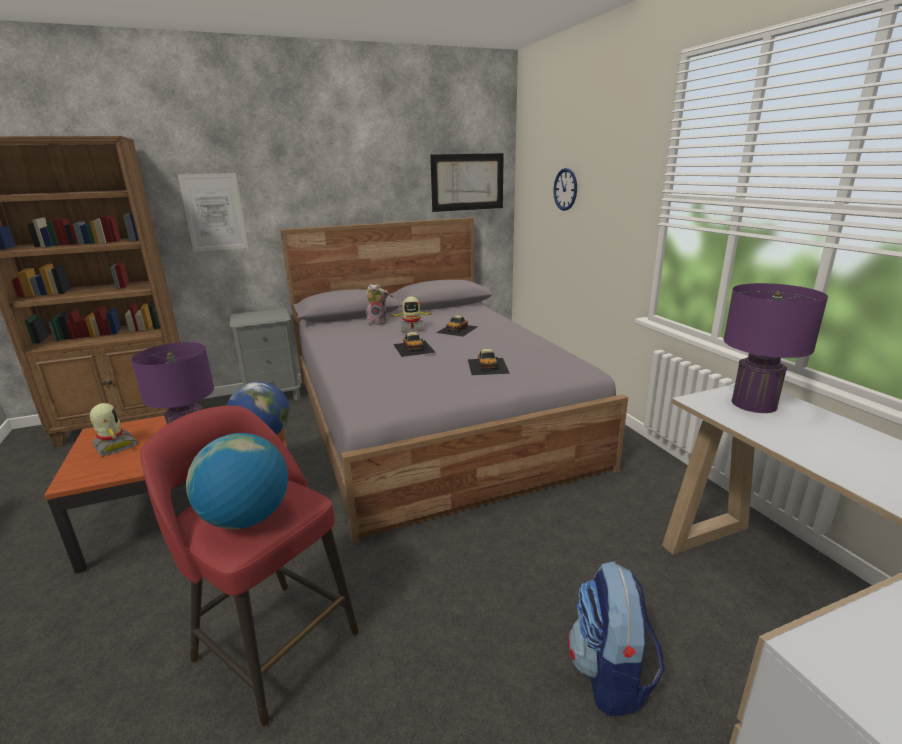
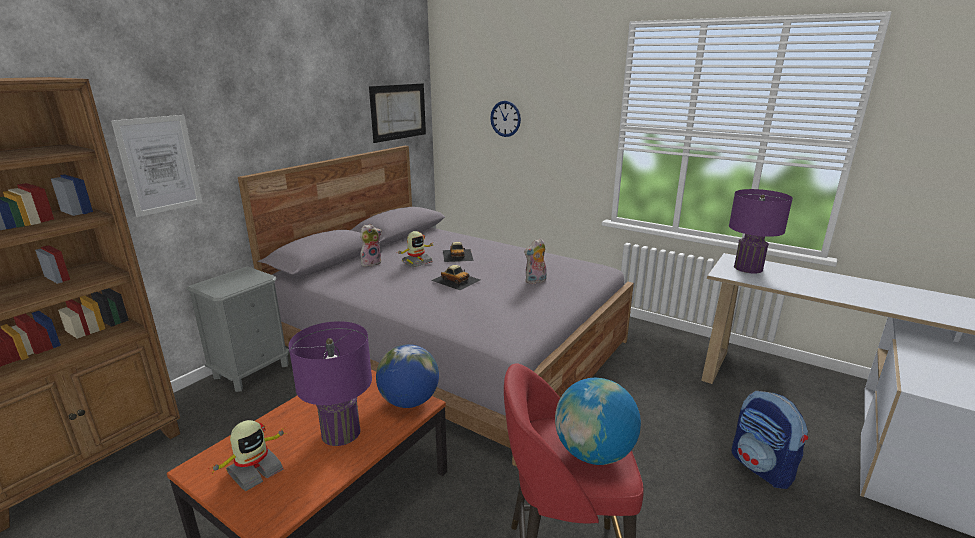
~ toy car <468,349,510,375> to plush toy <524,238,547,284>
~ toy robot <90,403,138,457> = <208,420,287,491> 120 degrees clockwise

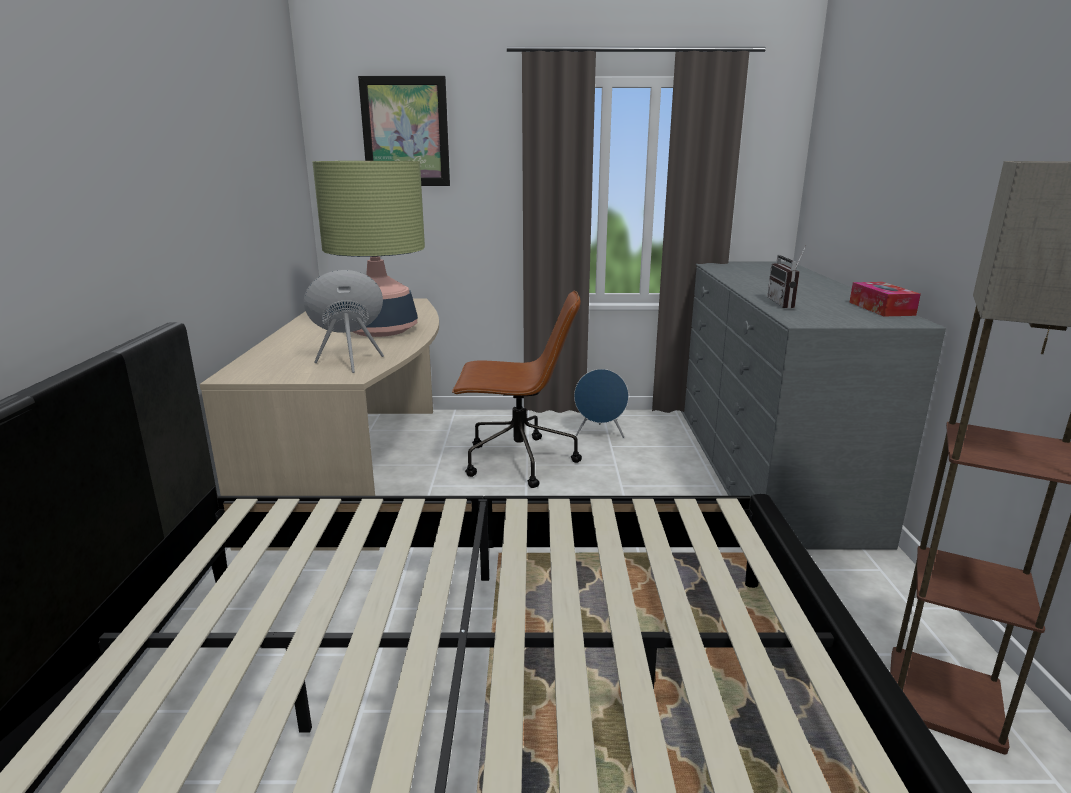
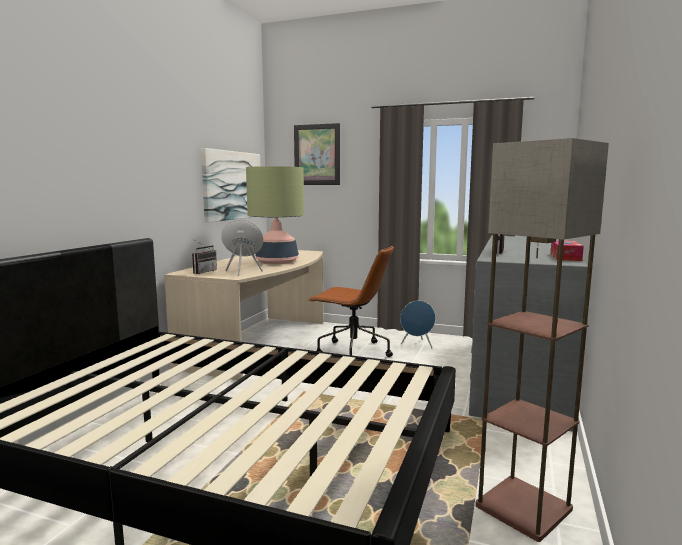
+ picture <201,148,260,223>
+ radio <192,241,217,274>

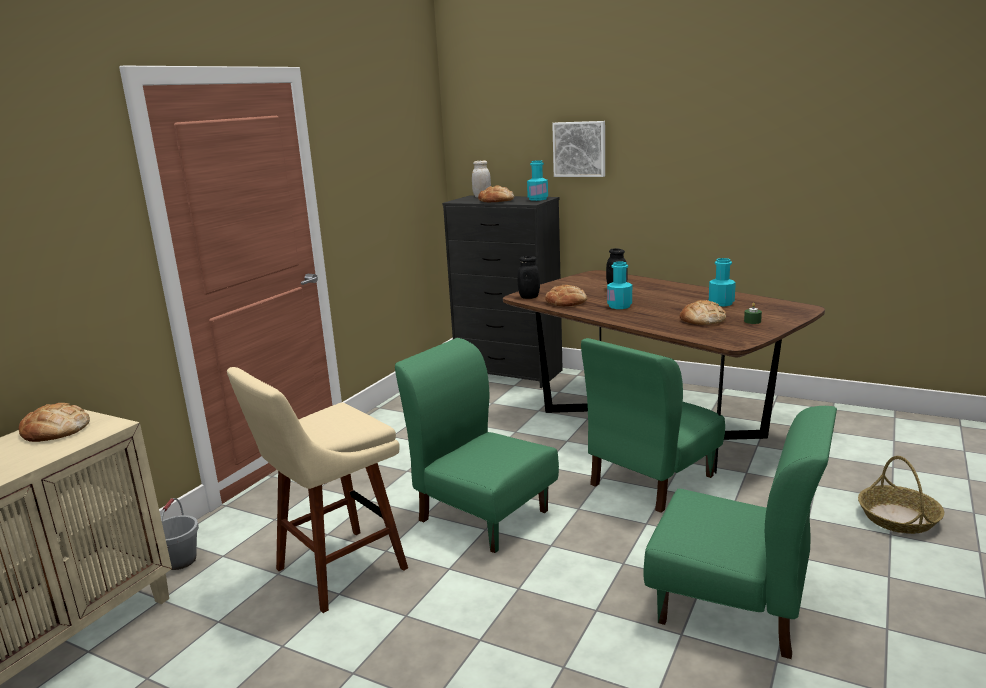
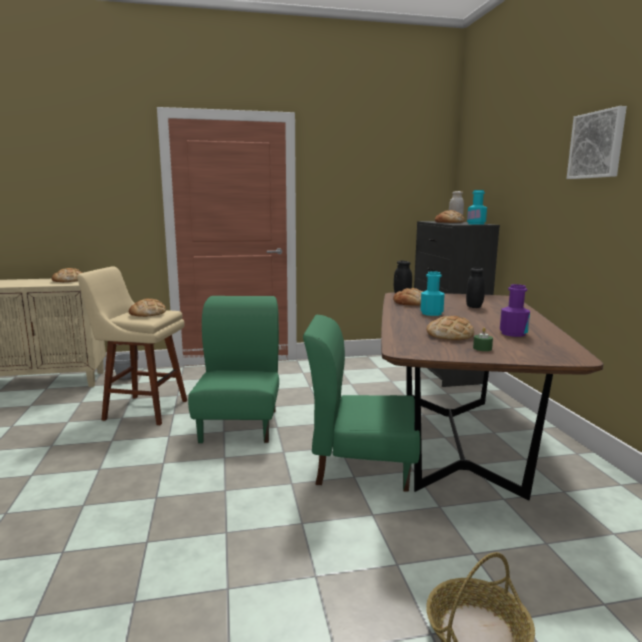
~ picture <552,121,605,177> to <566,106,627,179>
~ bottle/turquoise <709,258,736,306> to bottle/purple <500,284,530,337>
- chair/green <643,406,837,659>
+ bread <129,298,166,317>

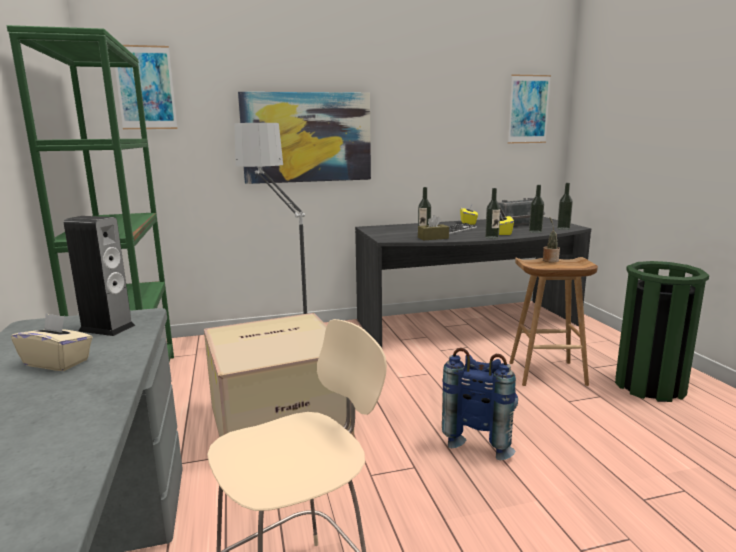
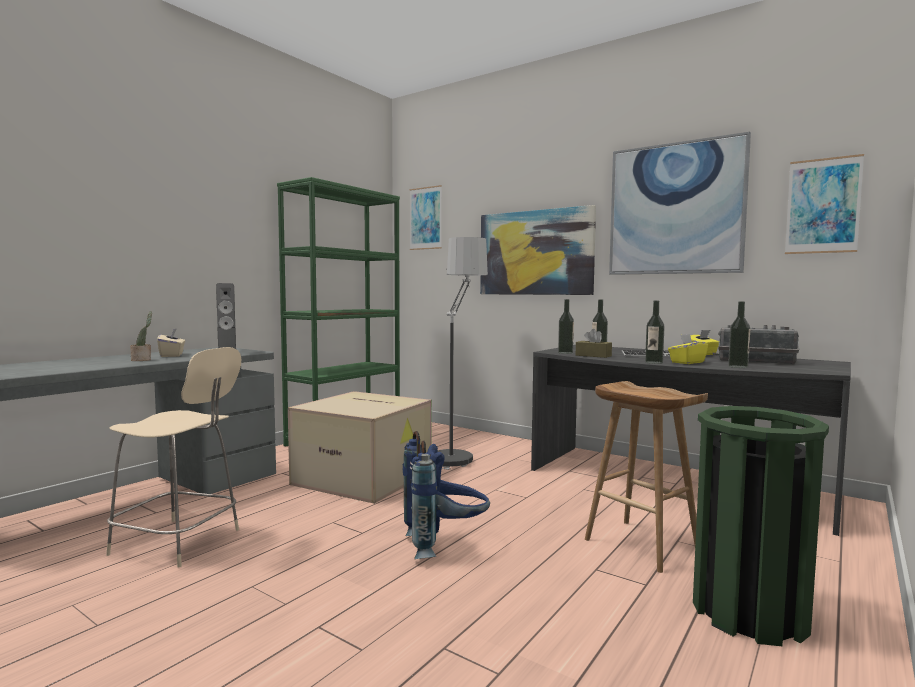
~ bottle <557,183,573,230> to <558,299,574,354>
~ potted plant <543,217,560,262> to <130,311,152,361>
+ picture <609,132,751,275>

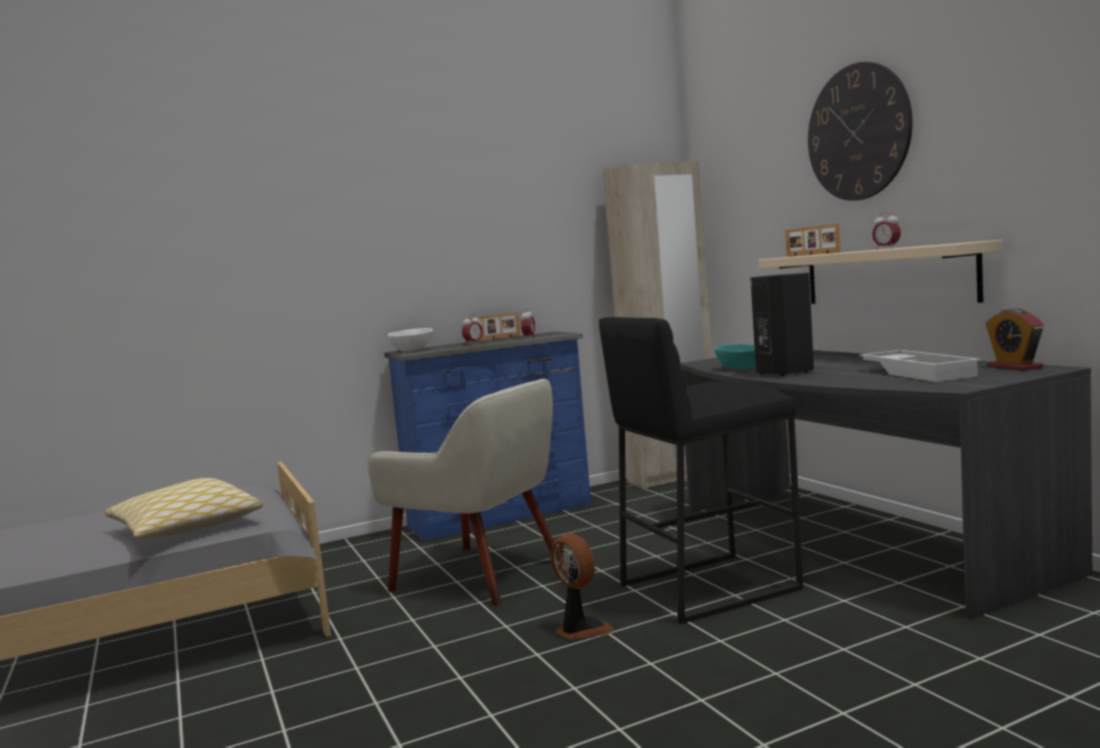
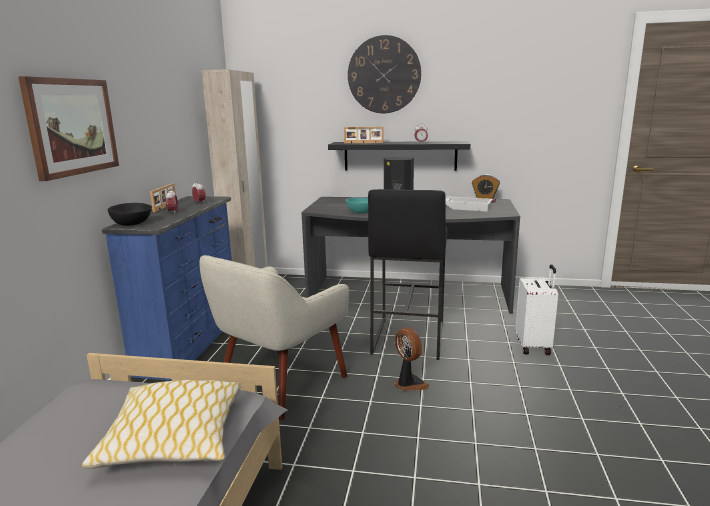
~ shelf/beige <758,240,1003,304> to shelf/black <328,141,470,171>
~ bowl/white <388,328,433,351> to bowl/black <108,203,152,226>
~ armchair/beige <368,379,554,606> = <199,255,349,420> 150 degrees clockwise
~ fan <550,533,614,639> = <394,327,430,391> 60 degrees clockwise
+ picture <18,76,119,181>
+ suitcase/white <516,264,558,355>

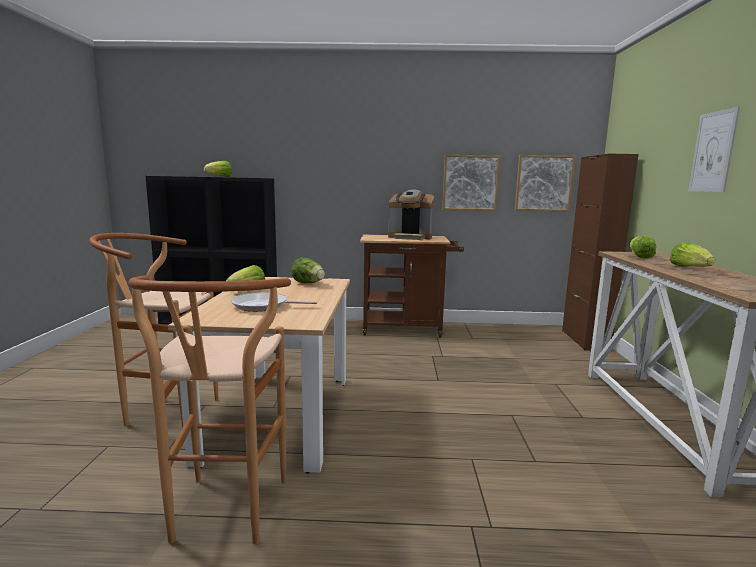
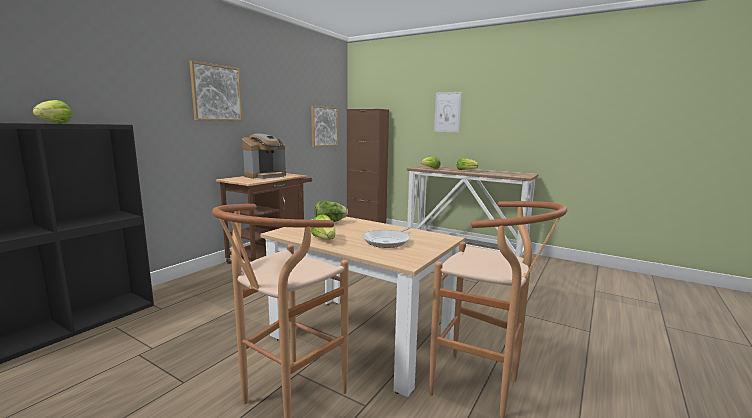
~ picture <442,155,500,211> to <189,61,243,121>

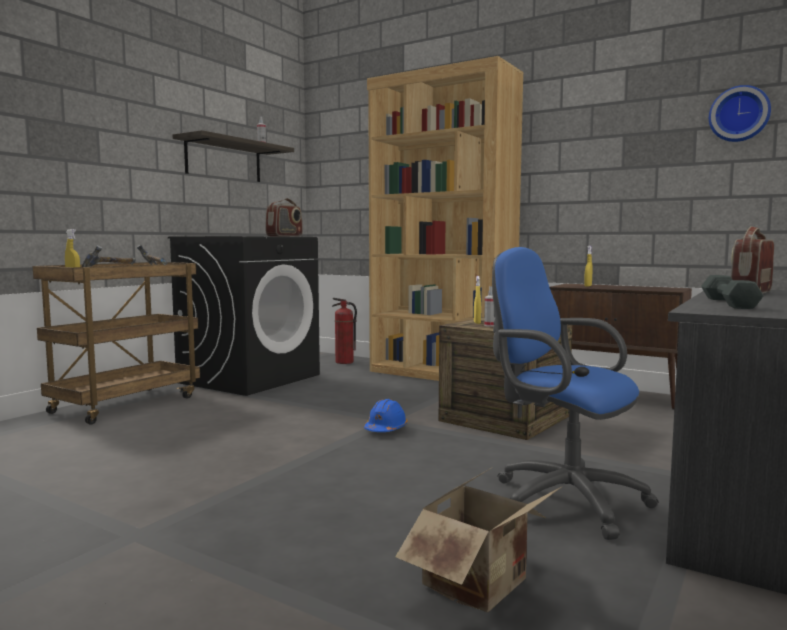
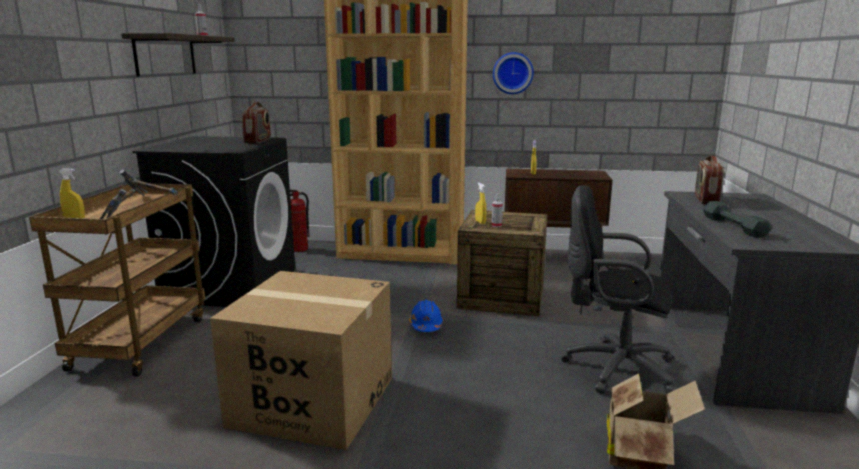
~ wall clock <709,85,771,142> to <493,52,534,94>
~ office chair/blue <492,247,659,540> to office chair/black <561,185,678,394>
+ cardboard box <210,271,392,450>

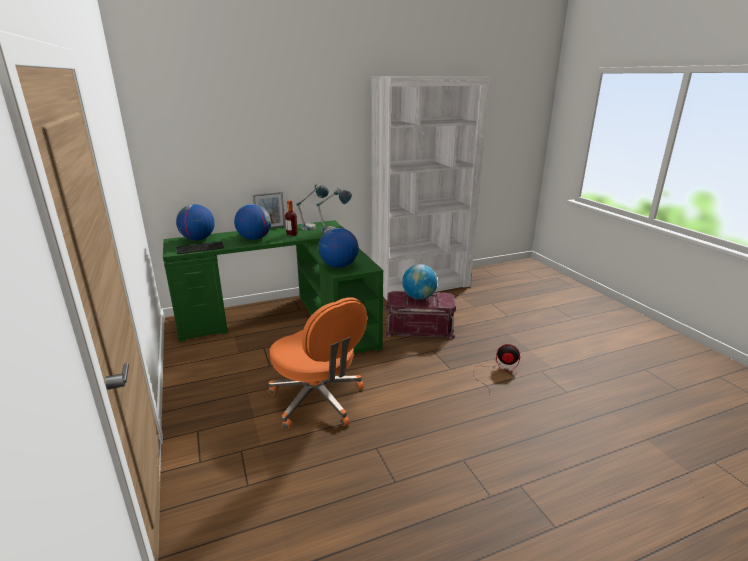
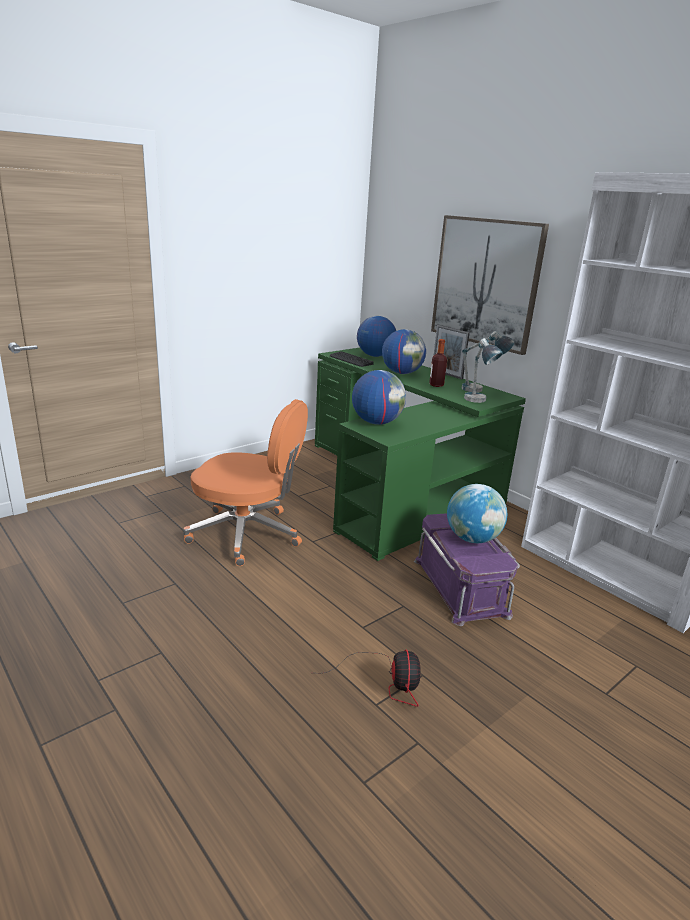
~ storage box/red <385,291,456,340> to storage box/purple <414,513,520,626>
~ office chair/orange <268,297,367,429> = <183,399,308,566> 105 degrees counterclockwise
+ picture <431,215,549,355>

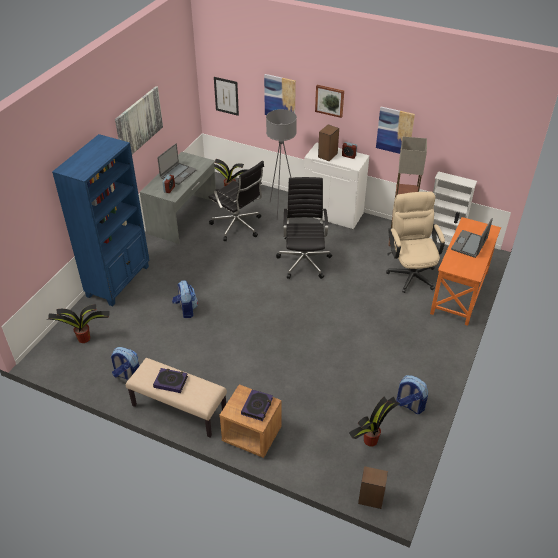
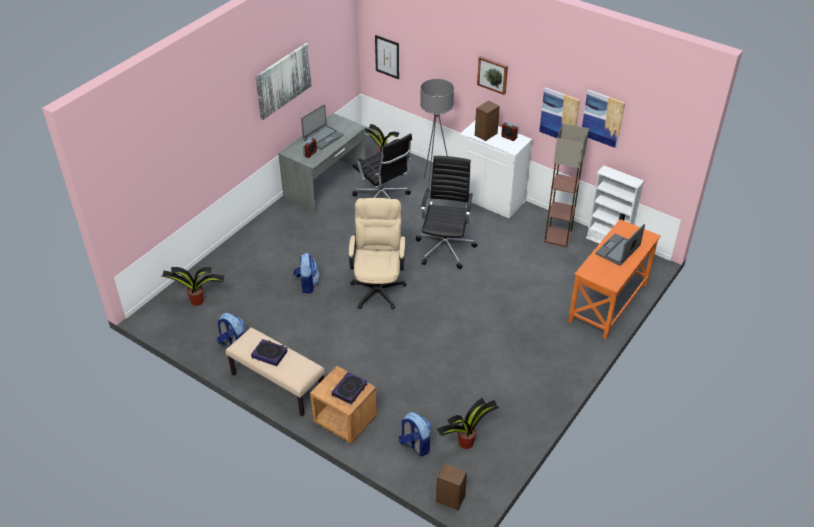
~ picture <264,74,296,115> to <582,90,625,148>
- bookcase/blue <52,134,149,306>
~ office chair/beige <386,192,445,293> to <349,198,407,310>
~ backpack <396,375,428,414> to <399,412,431,456>

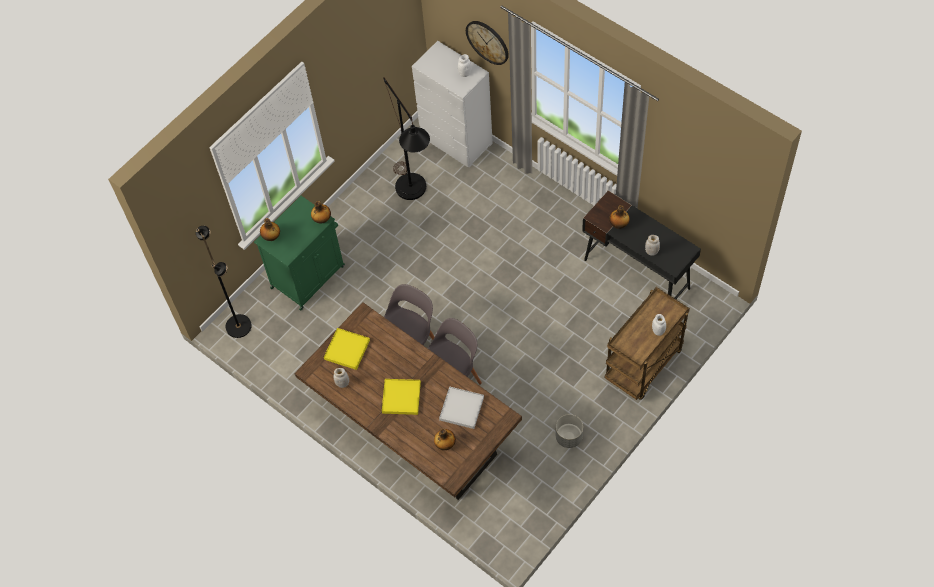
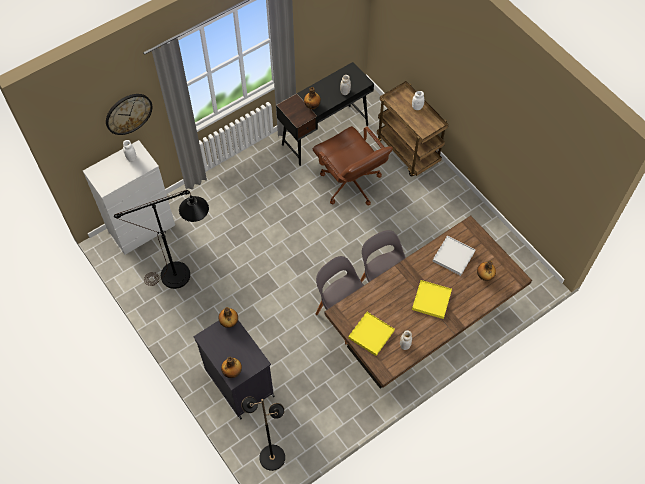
~ cabinet/green <254,196,345,311> to cabinet/black <193,320,275,419>
- planter/grey <556,414,583,448>
+ office chair/brown <313,126,393,205>

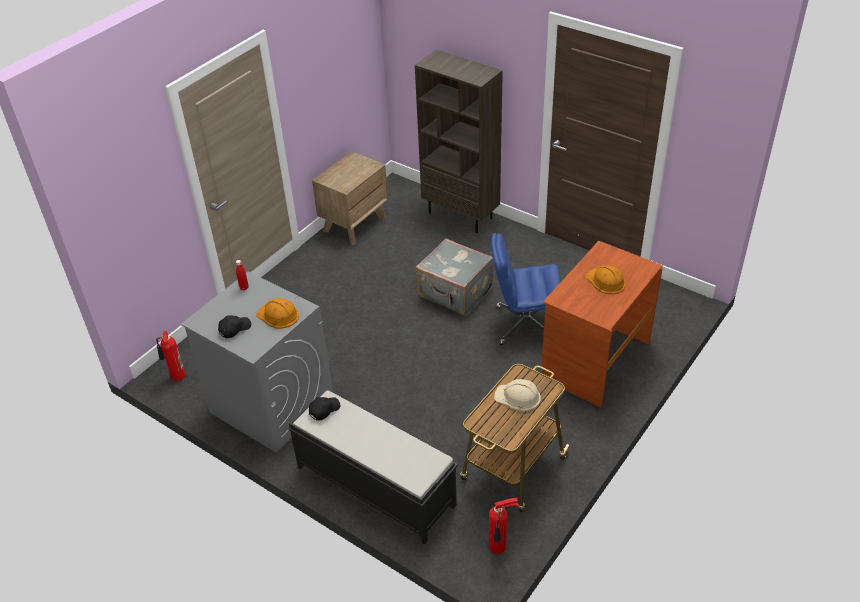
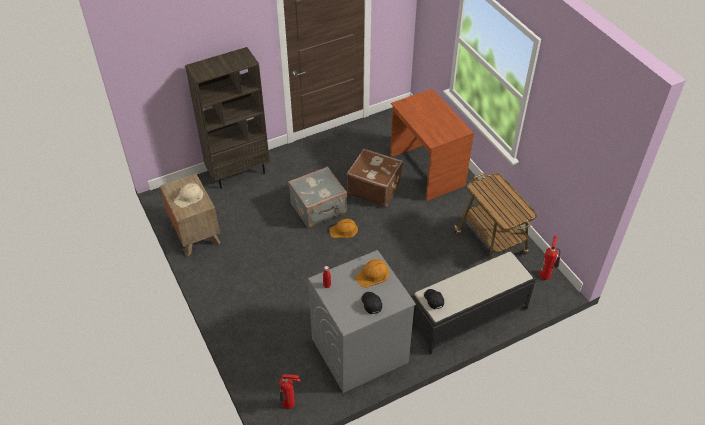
~ office chair/blue <491,233,560,345> to suitcase/brown <347,148,403,207>
~ hard hat/orange <585,265,626,294> to <329,218,358,238>
~ hard hat/beige <494,379,541,412> to <174,183,203,208>

